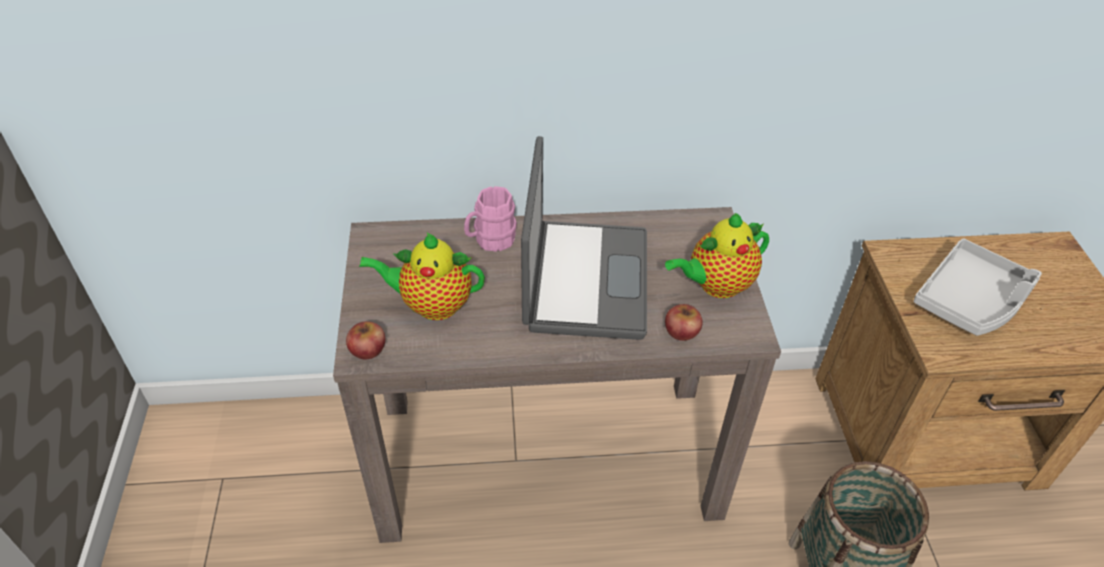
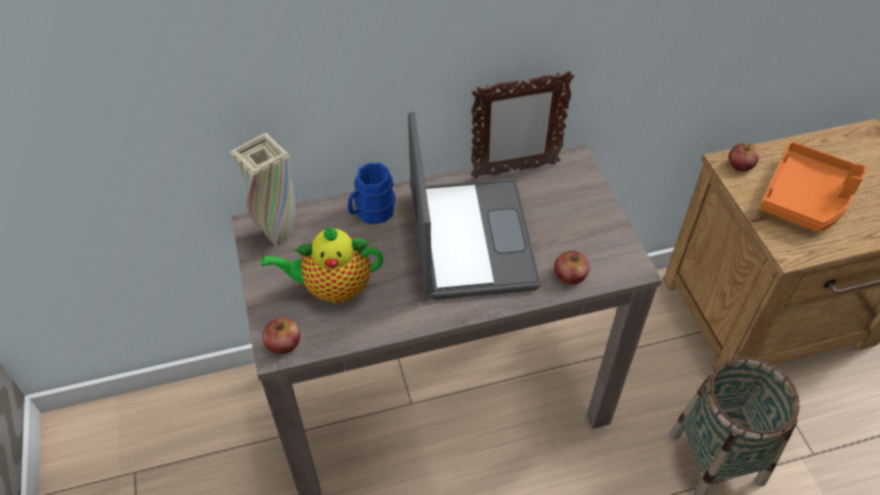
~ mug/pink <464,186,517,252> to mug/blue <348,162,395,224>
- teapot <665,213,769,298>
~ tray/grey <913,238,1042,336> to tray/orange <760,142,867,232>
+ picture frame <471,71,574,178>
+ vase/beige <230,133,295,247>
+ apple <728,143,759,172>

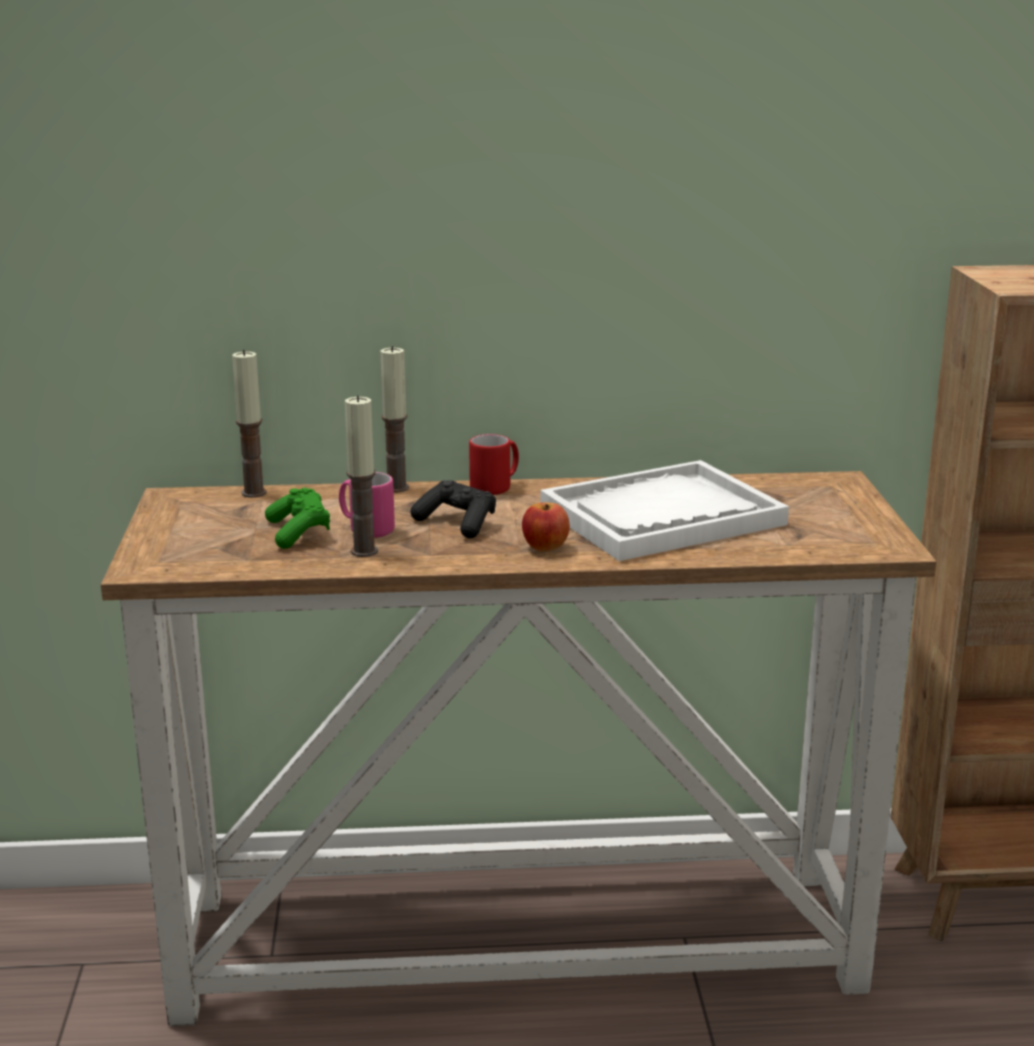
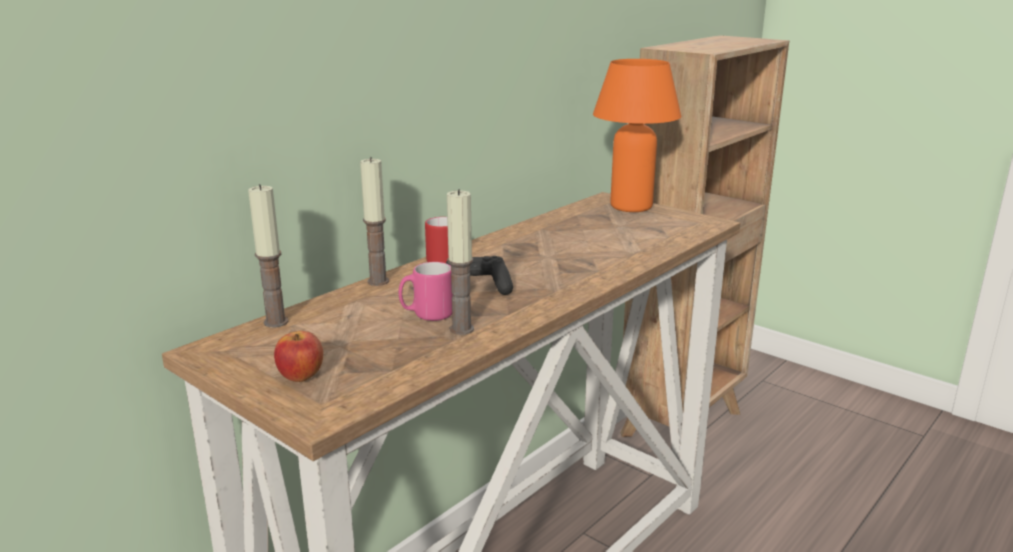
- tray/white <540,460,789,561>
- game controller/green <265,488,330,549>
~ apple <522,502,570,551> to <274,331,323,382>
+ table lamp/orange <593,59,681,212>

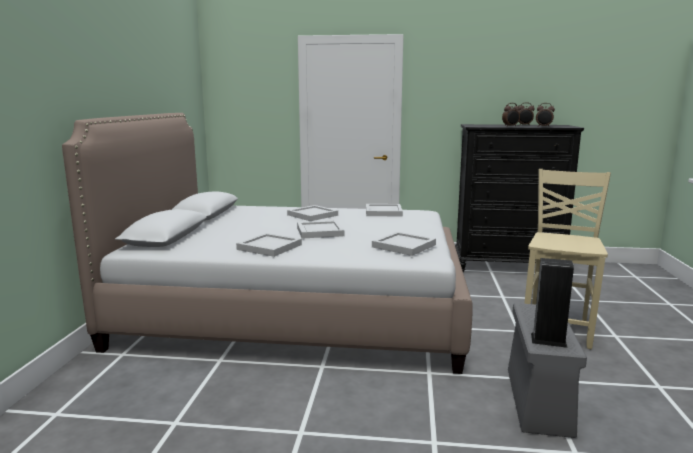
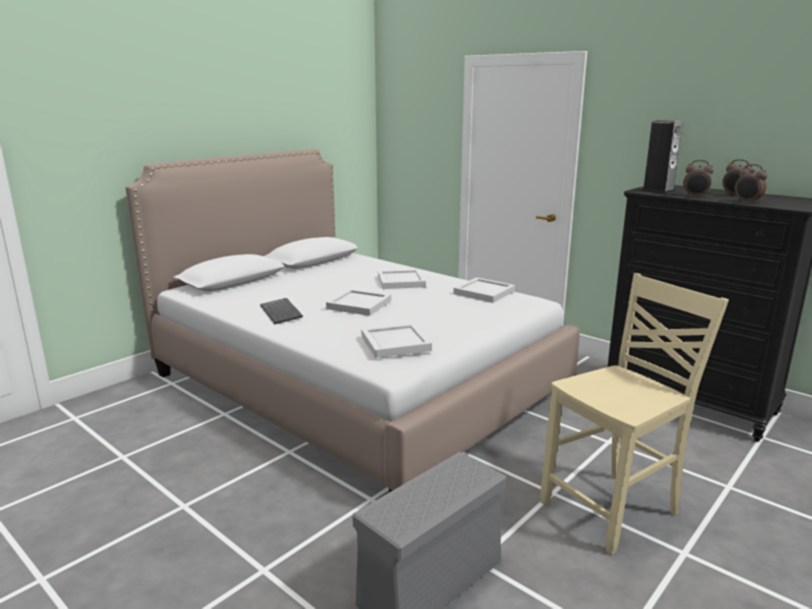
~ tray/white <236,233,302,257> to keyboard <260,298,303,324>
~ speaker <531,258,574,348> to <641,120,683,194>

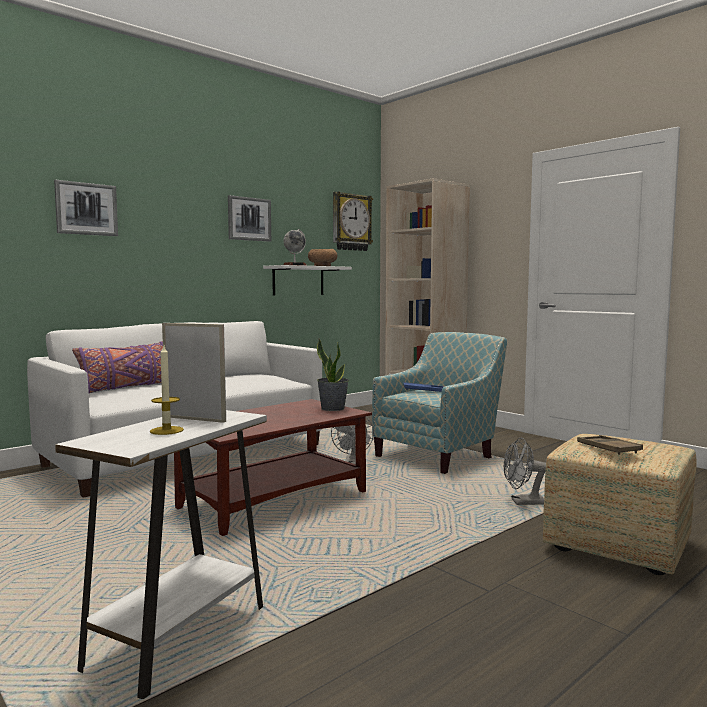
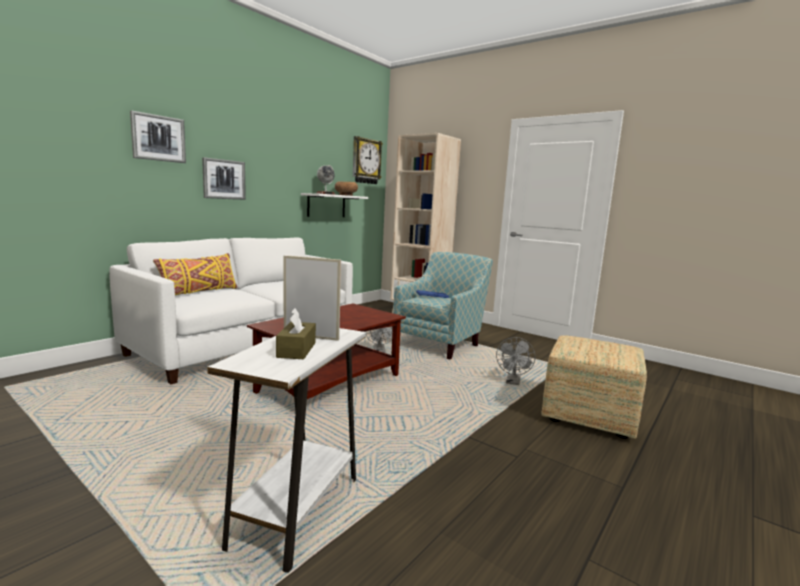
~ picture <228,195,271,242> to <202,157,246,200>
- potted plant <317,339,349,411>
~ pillow/purple <72,341,163,393> to pillow/yellow <153,253,237,295>
~ candle <150,345,184,435> to tissue box/brown <276,308,316,359>
- tray/brown <577,435,643,455>
~ fan/grey <503,437,546,505> = <496,337,535,385> 60 degrees counterclockwise

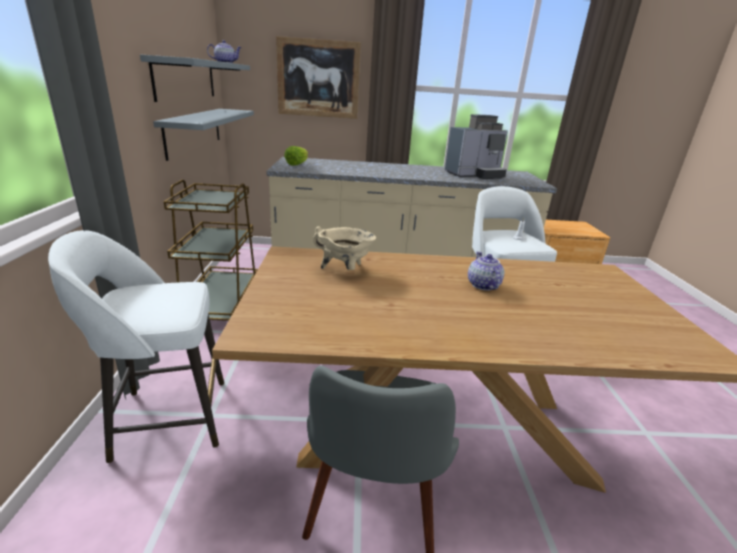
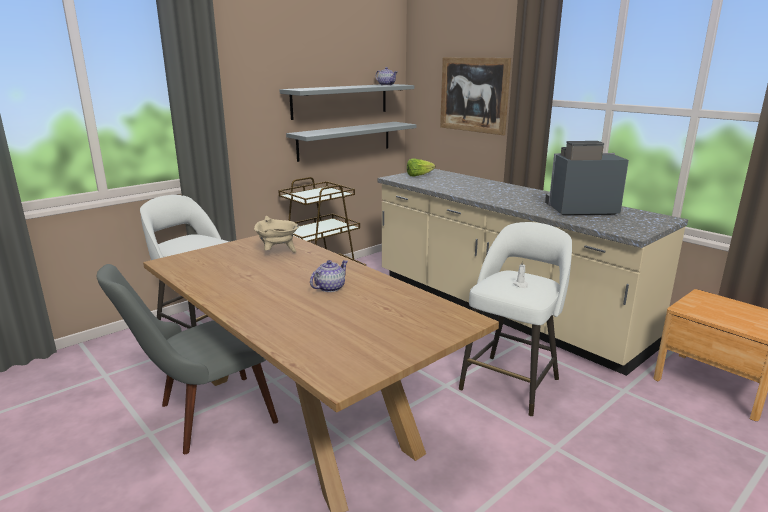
~ coffee machine <445,114,508,179> = <545,141,629,216> 150 degrees clockwise

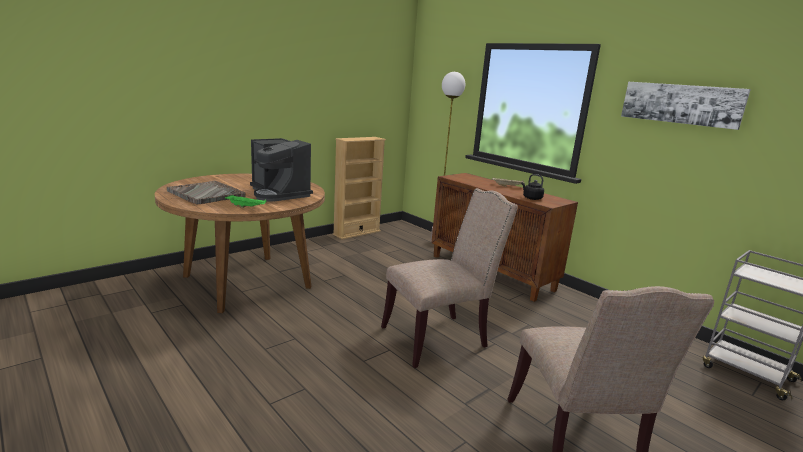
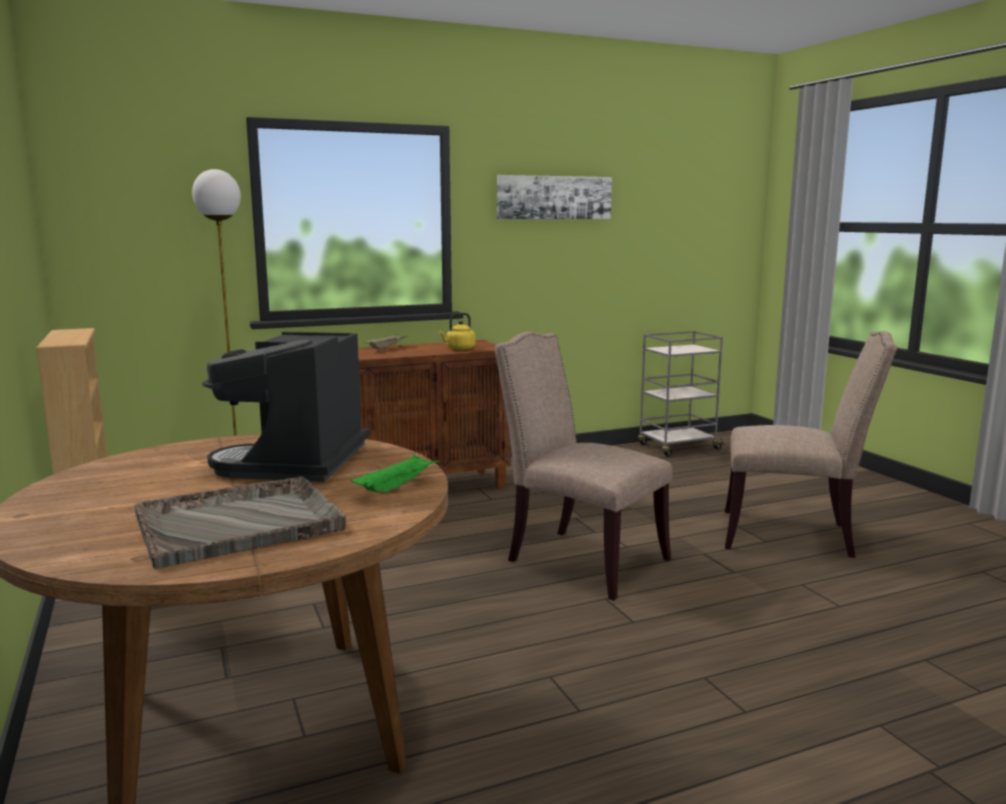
~ coffee machine <250,138,313,202> = <202,332,370,482> 120 degrees clockwise
~ kettle/black <521,174,544,200> to kettle/yellow <438,313,476,350>
~ chair/beige <381,188,518,368> = <495,332,673,601> 45 degrees counterclockwise

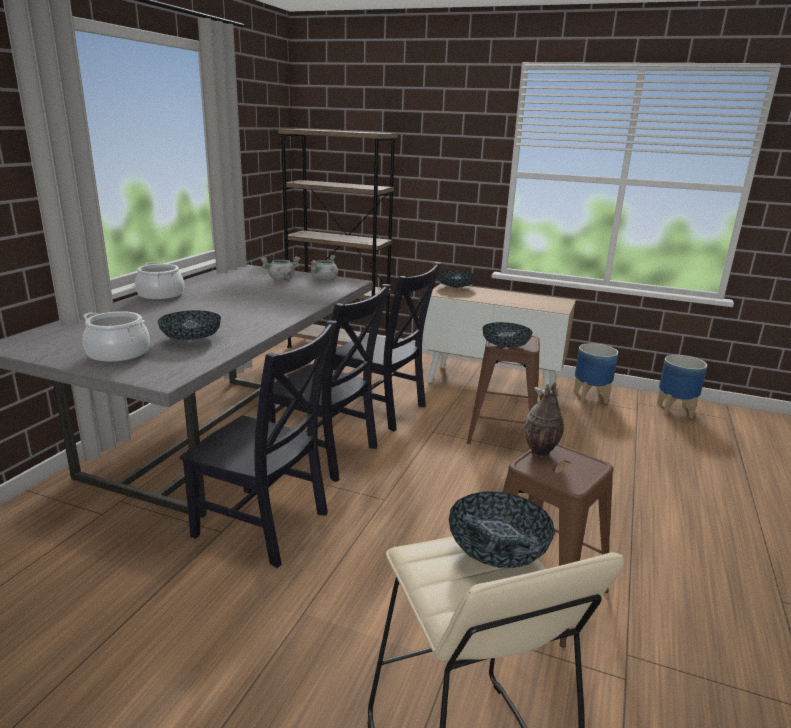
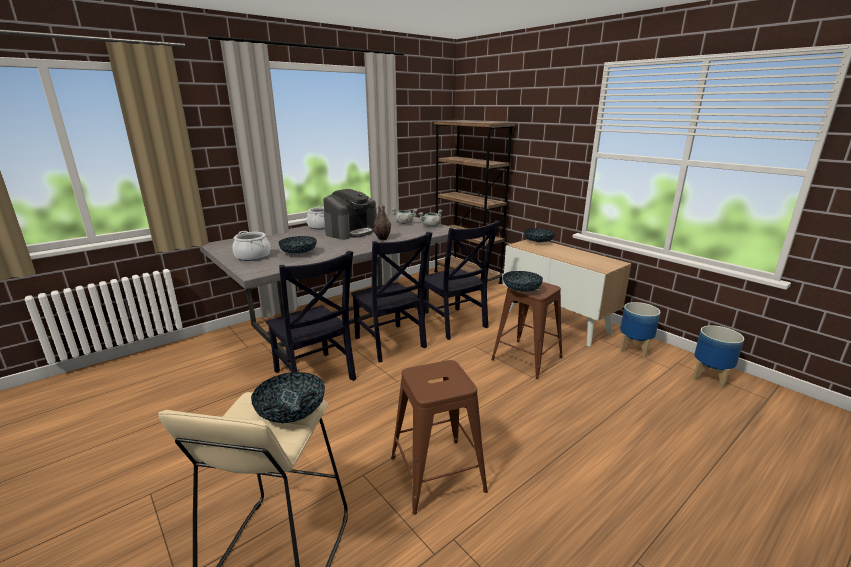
~ vase <525,382,564,457> to <373,204,391,240>
+ coffee machine <323,189,377,240>

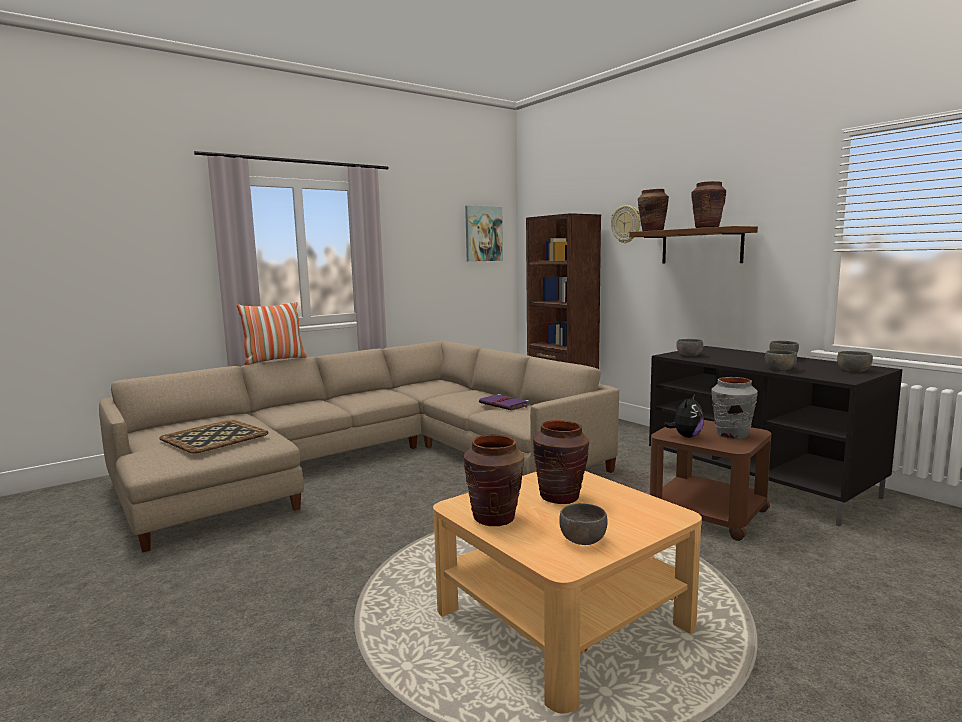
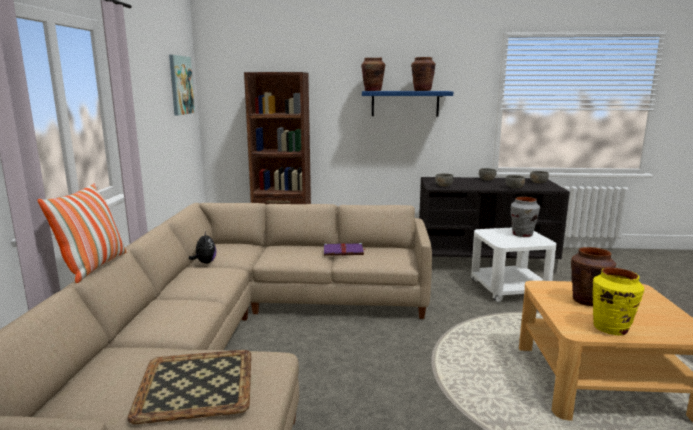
- wall clock <611,205,641,243>
~ shelf/brown <629,226,758,264> to shelf/blue <362,91,453,116>
~ plush toy <664,395,704,438> to <189,232,216,264>
~ side table/brown <650,420,771,541> to side table/white <471,228,556,302>
~ vase/brown <464,434,524,526> to vase/yellow <593,267,644,335>
- bowl/grey <559,503,607,545>

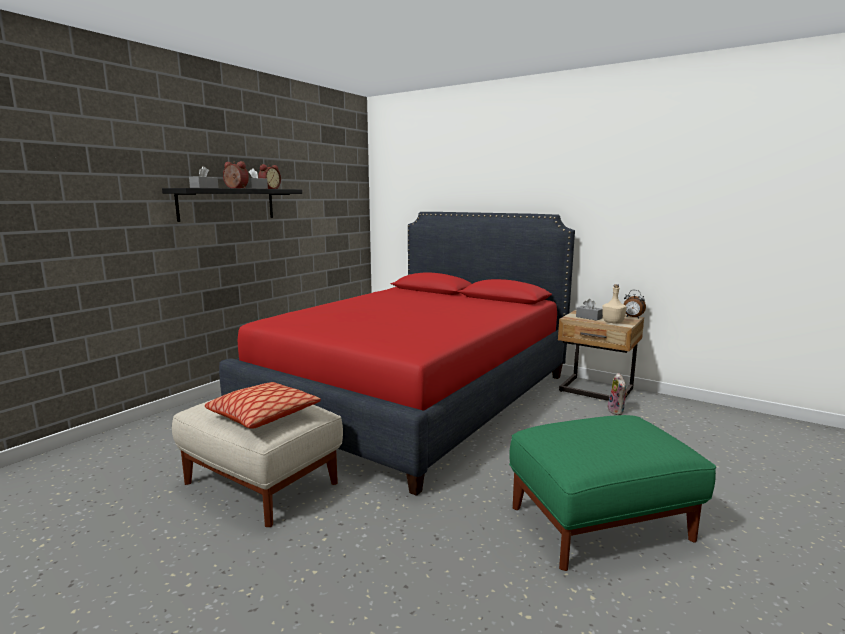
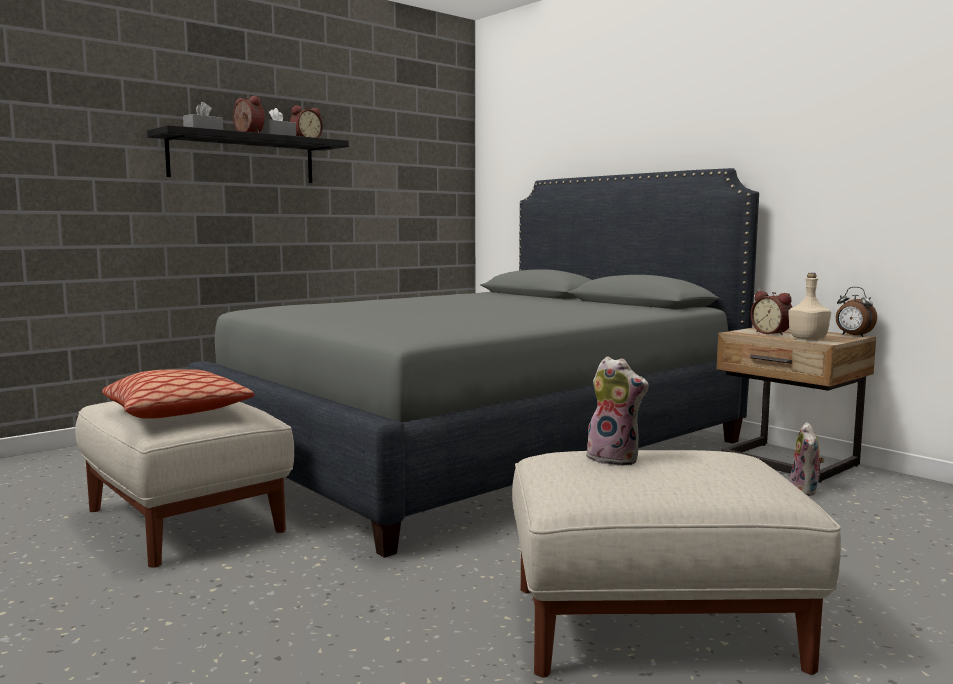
~ bed/red <219,212,575,496> to bed/grey <188,168,759,558>
~ tissue box/grey <576,299,603,320> to alarm clock <750,291,792,336>
~ ottoman/green <509,415,716,571> to ottoman/beige <512,450,841,678>
+ plush toy <580,356,649,466>

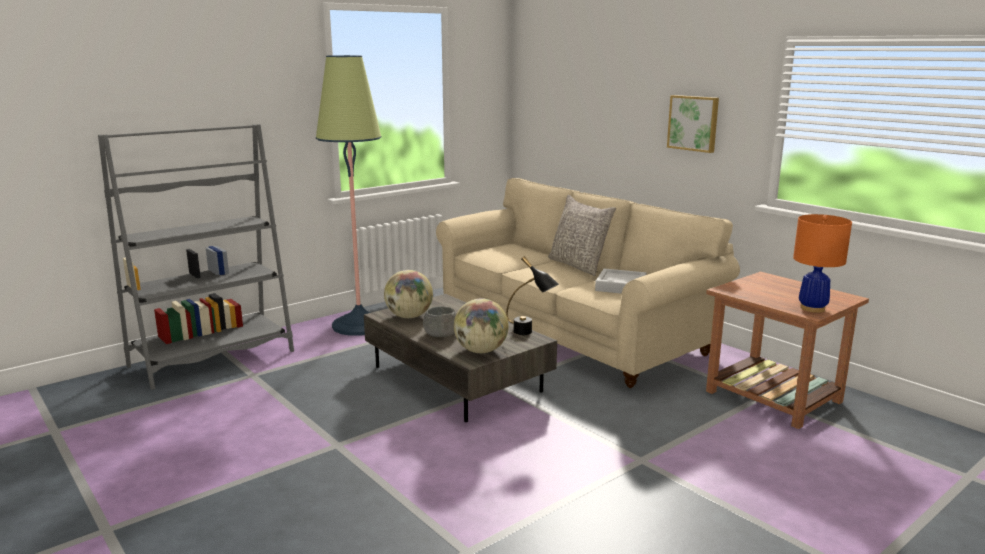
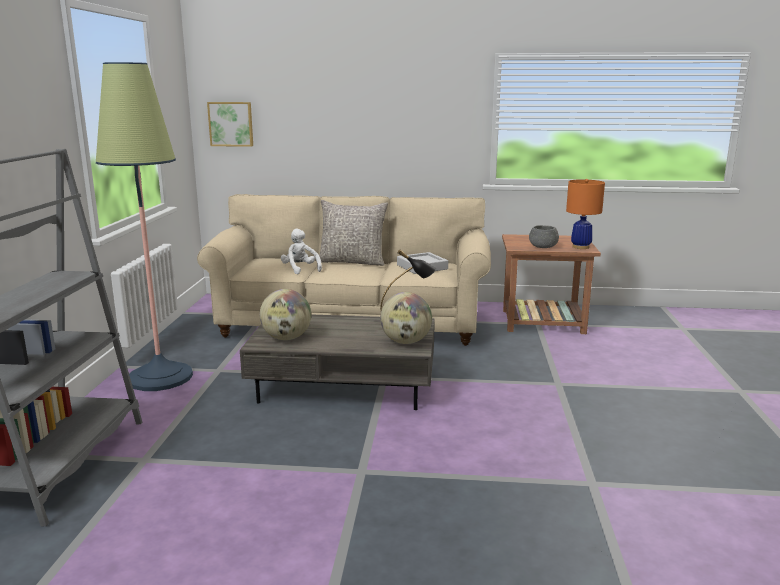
~ picture <667,95,719,153> to <207,102,253,147>
~ bowl/grey <423,306,457,337> to <529,225,559,248>
+ plush toy/white <281,229,322,274>

